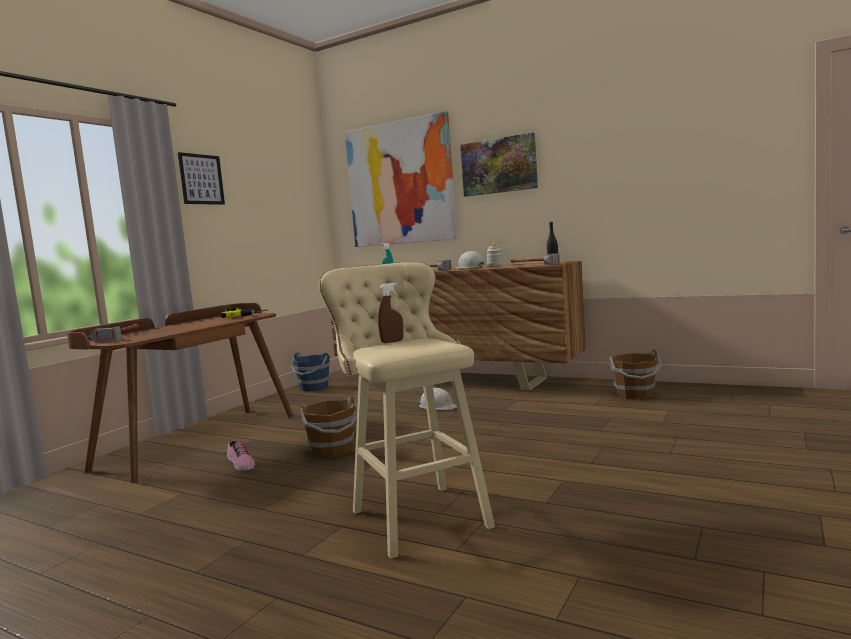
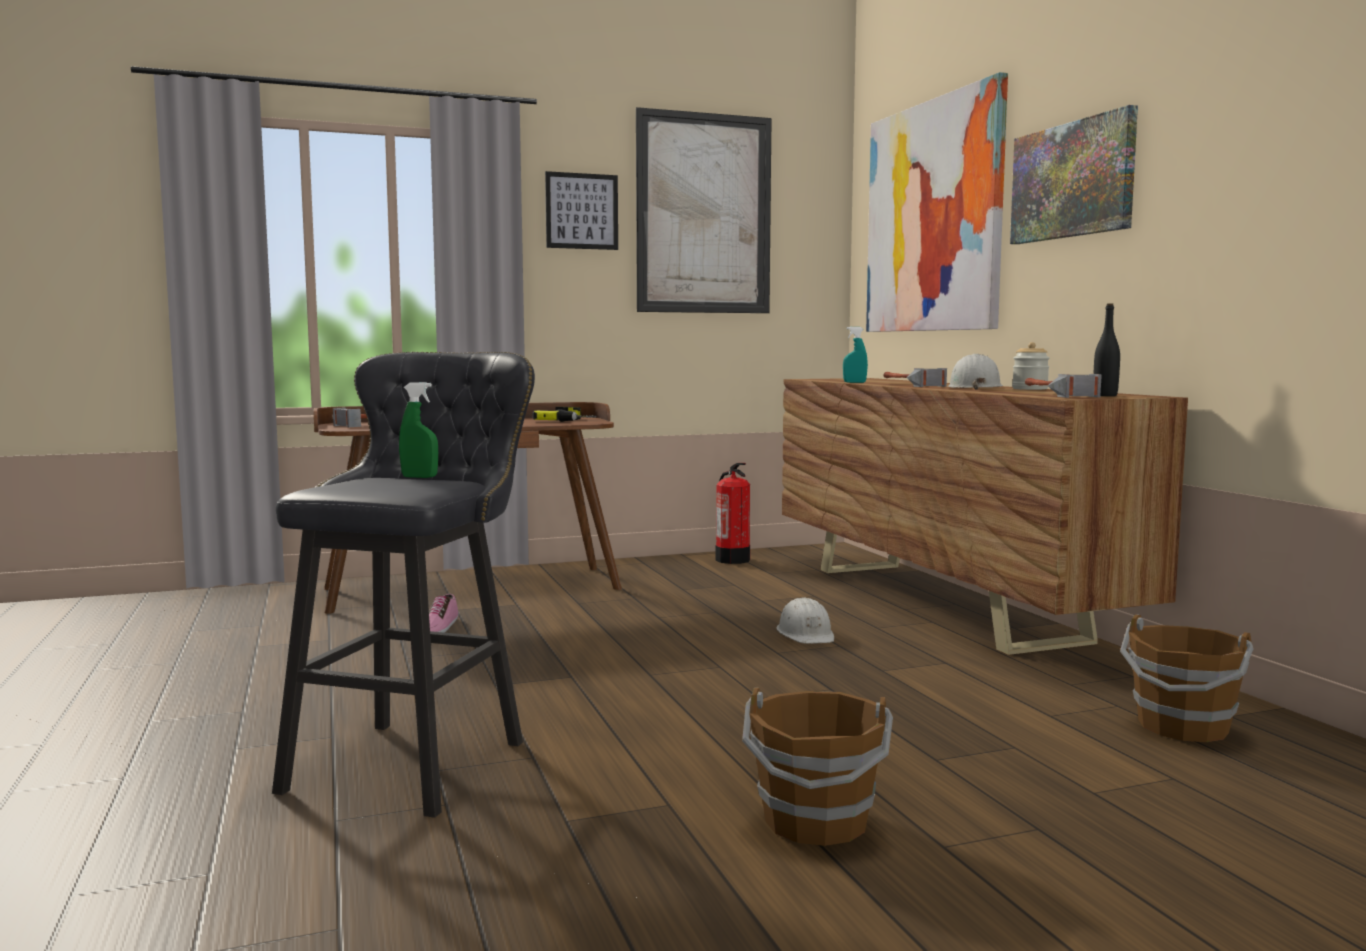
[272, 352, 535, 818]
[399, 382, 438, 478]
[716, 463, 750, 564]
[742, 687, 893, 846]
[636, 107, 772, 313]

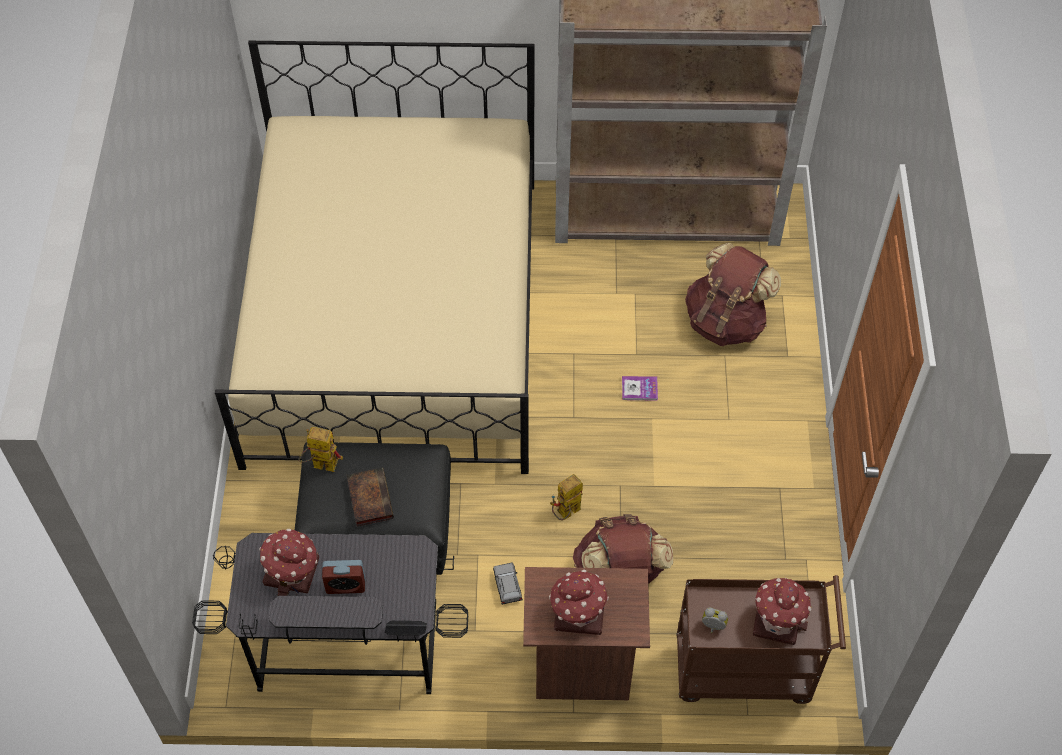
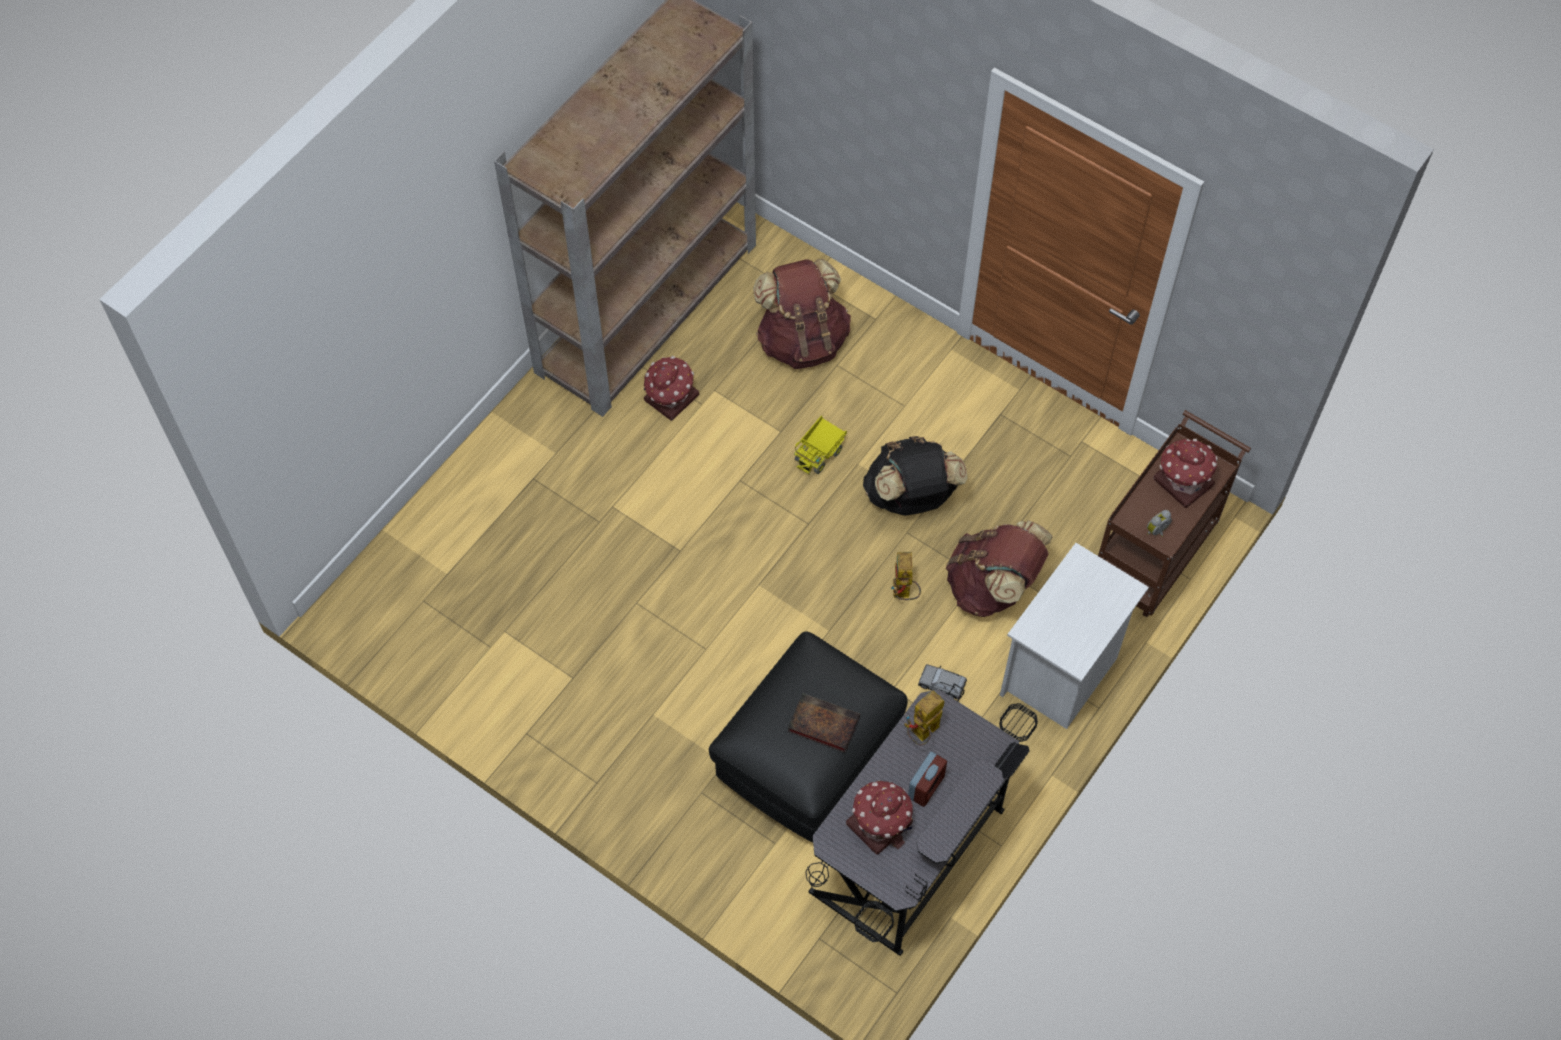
[215, 40, 535, 474] (first image)
[794, 415, 847, 474]
[904, 691, 945, 745]
[1000, 543, 1149, 729]
[644, 356, 699, 421]
[863, 436, 967, 516]

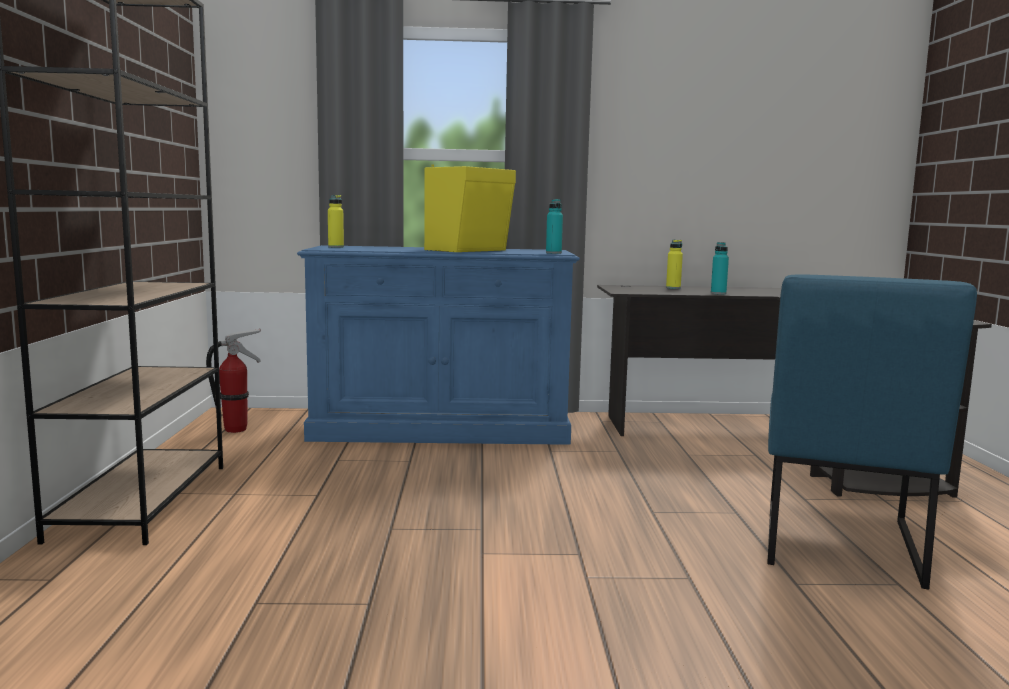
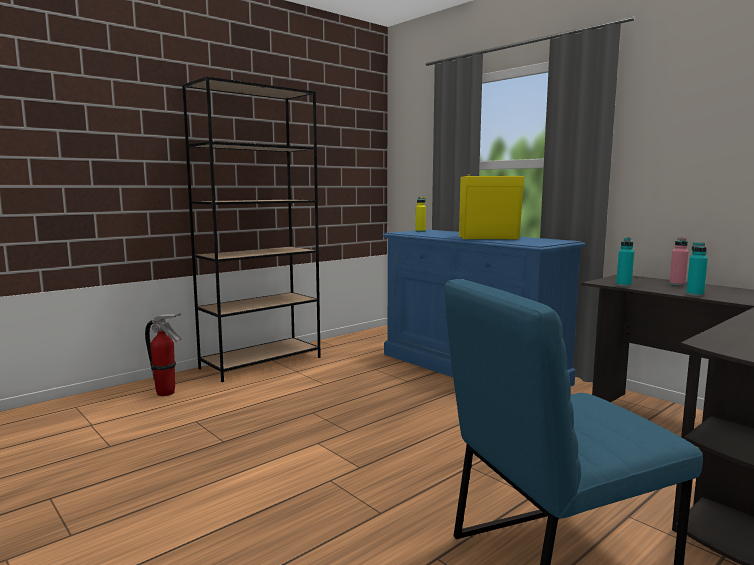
[616, 237, 634, 287]
[669, 237, 689, 286]
[145, 314, 181, 396]

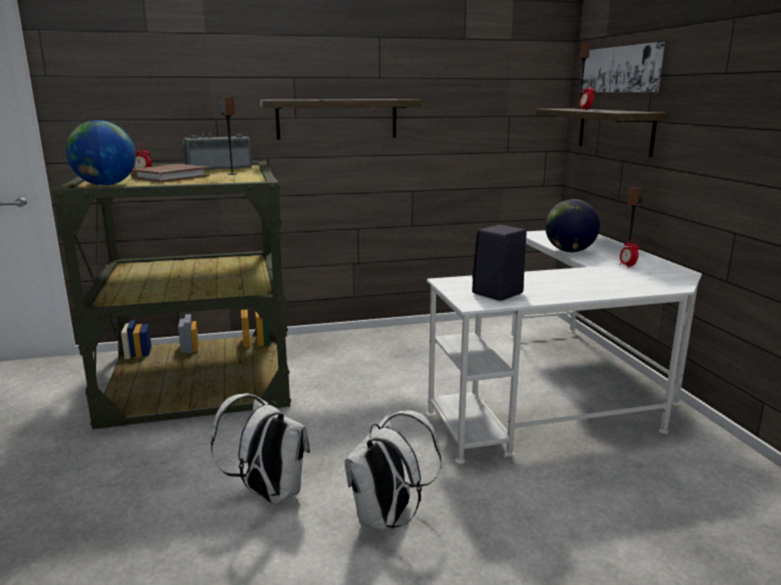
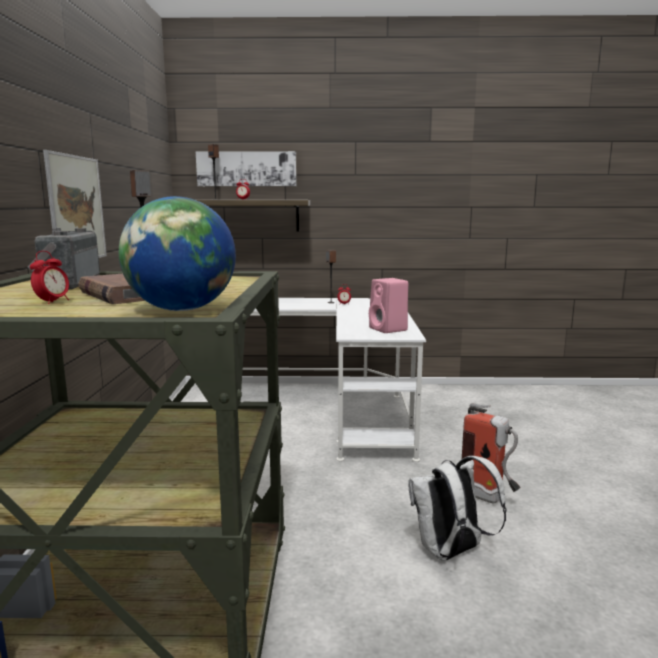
[43, 150, 107, 258]
[545, 199, 600, 252] (first image)
[369, 278, 408, 333]
[462, 403, 521, 504]

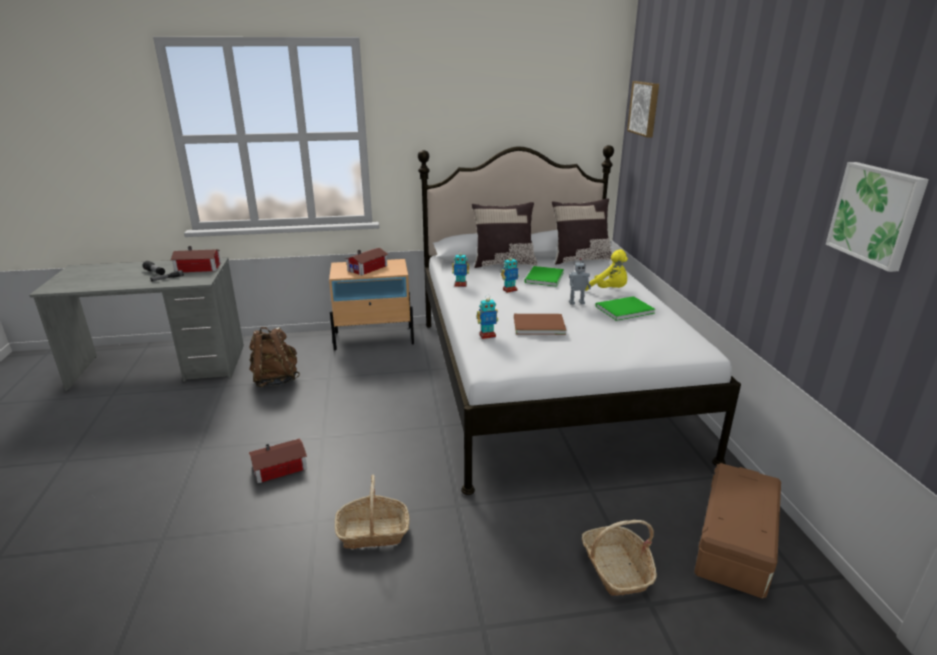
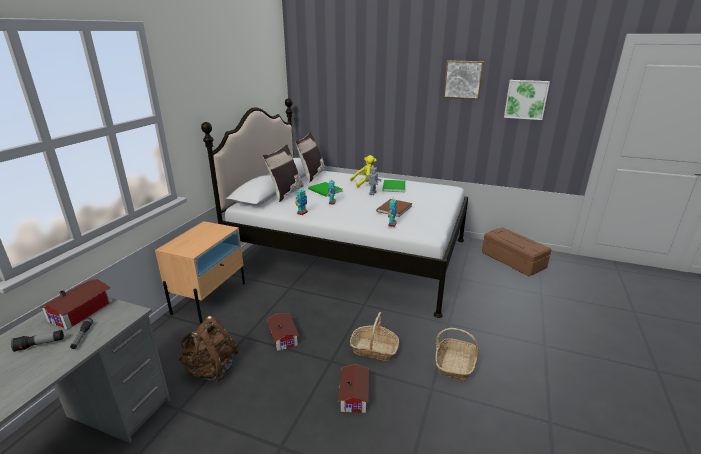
[443, 60, 484, 100]
[267, 313, 299, 351]
[350, 312, 399, 361]

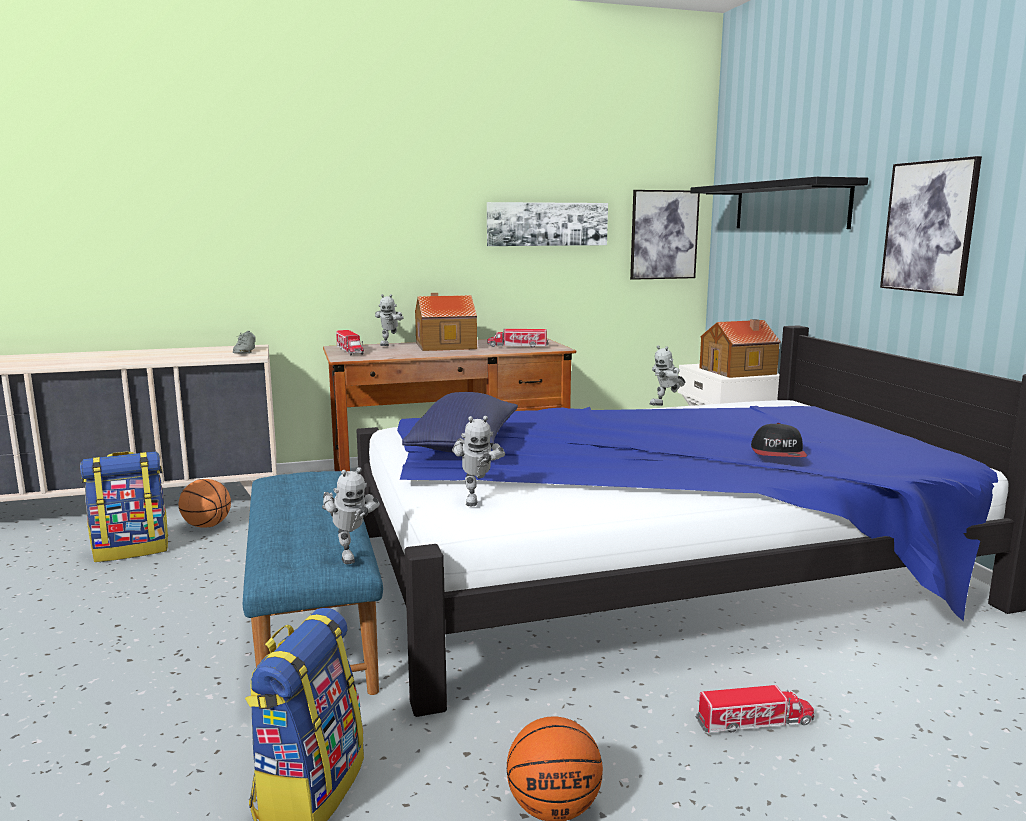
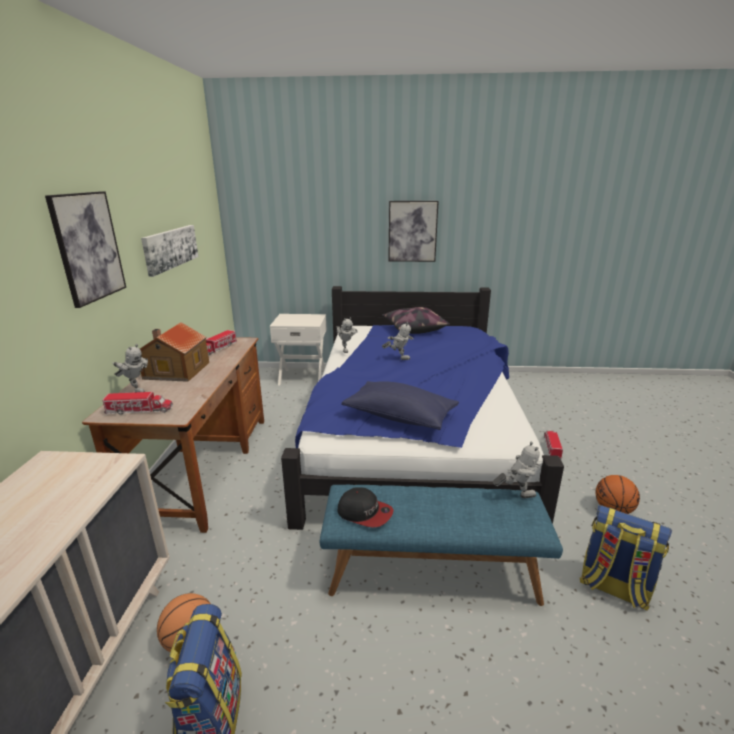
[690, 177, 868, 229] (first image)
[45, 191, 126, 308]
[699, 319, 781, 378] (first image)
[233, 331, 256, 353] (first image)
[382, 322, 414, 360]
[338, 487, 394, 527]
[382, 307, 450, 334]

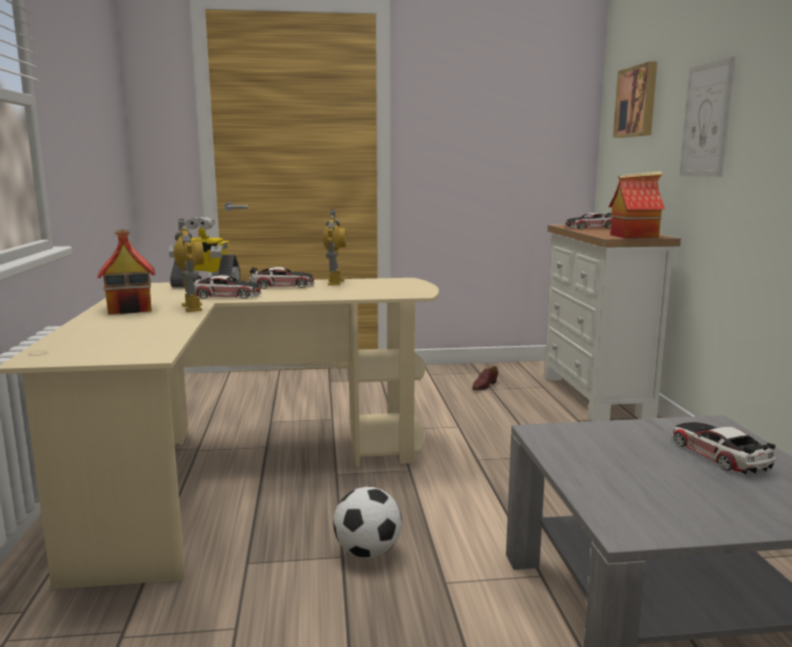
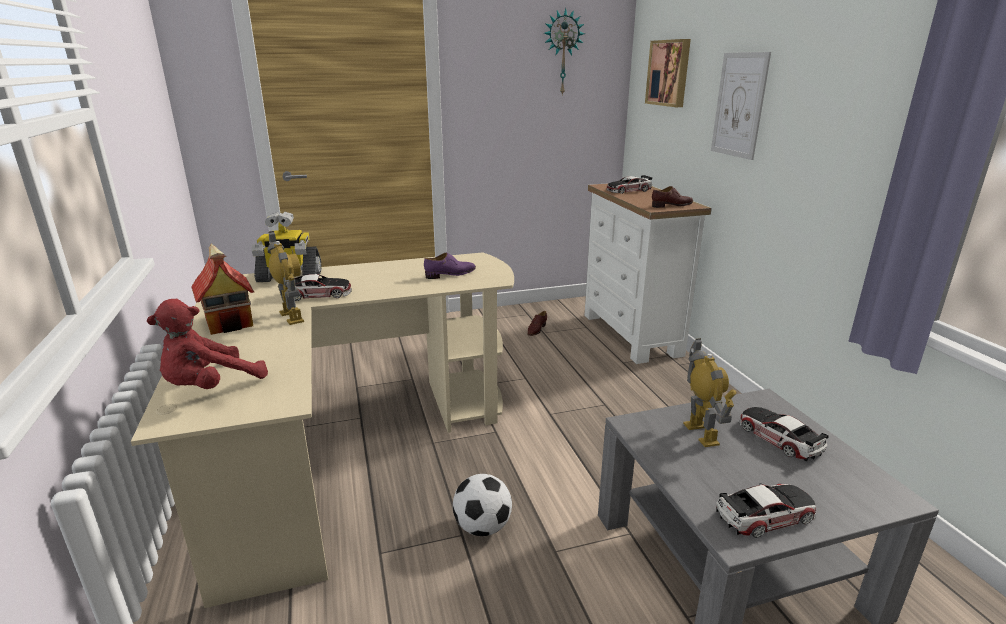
[652, 186, 693, 208]
[683, 338, 737, 447]
[716, 483, 816, 538]
[544, 8, 585, 95]
[424, 253, 476, 279]
[147, 299, 268, 389]

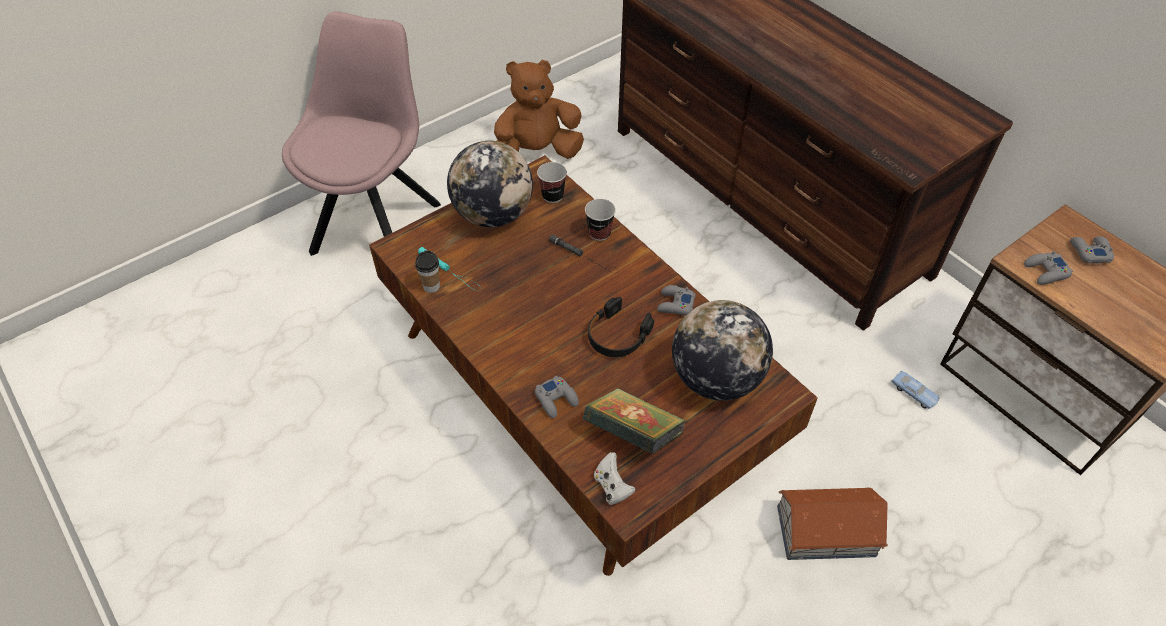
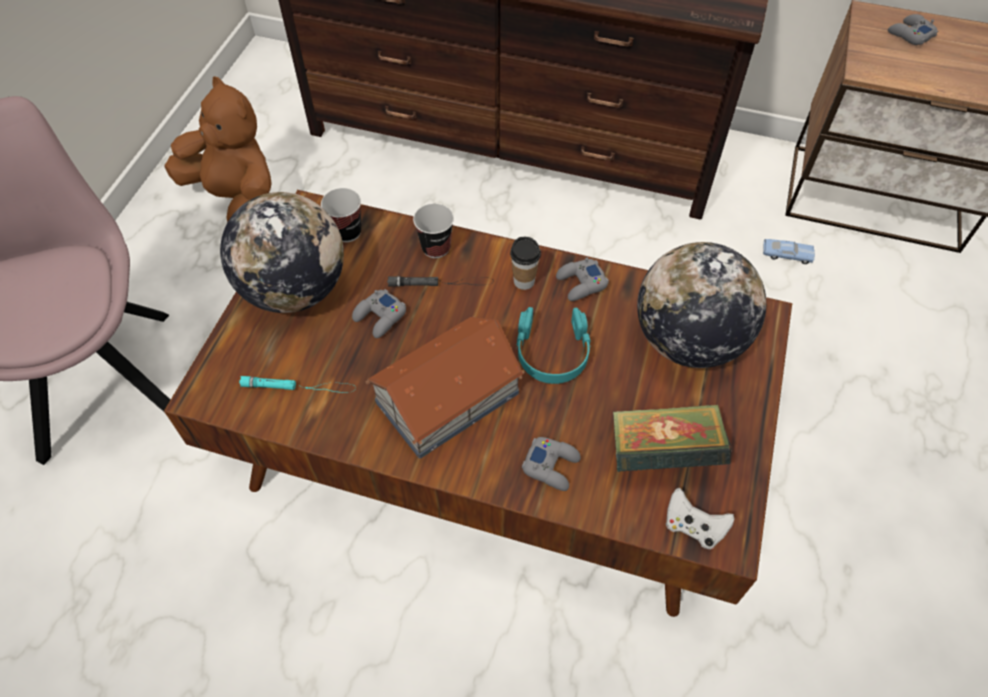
[164, 76, 271, 223]
[510, 237, 541, 290]
[352, 289, 406, 338]
[516, 307, 591, 384]
[365, 316, 525, 459]

